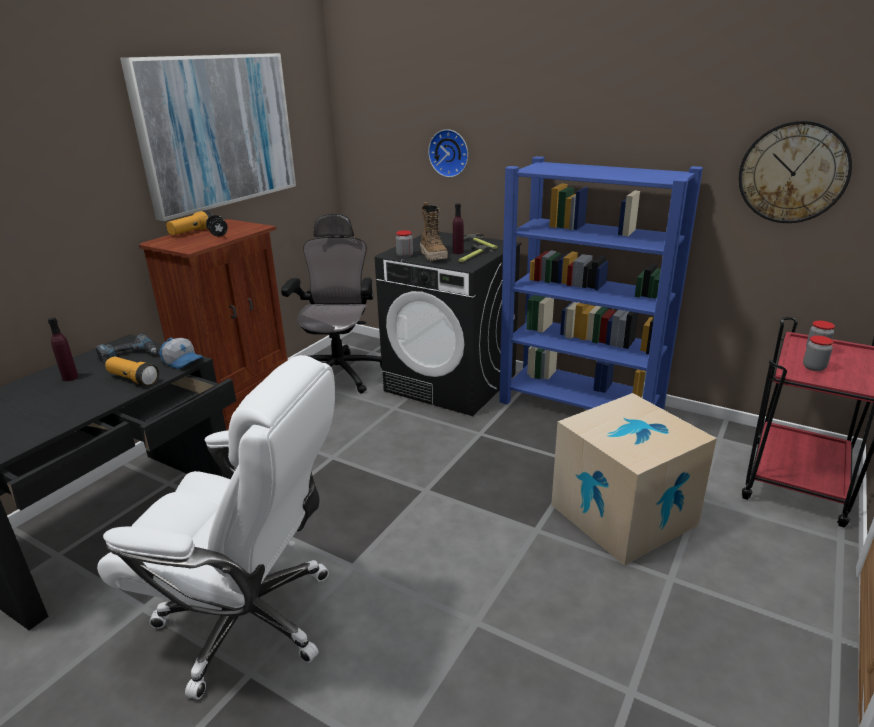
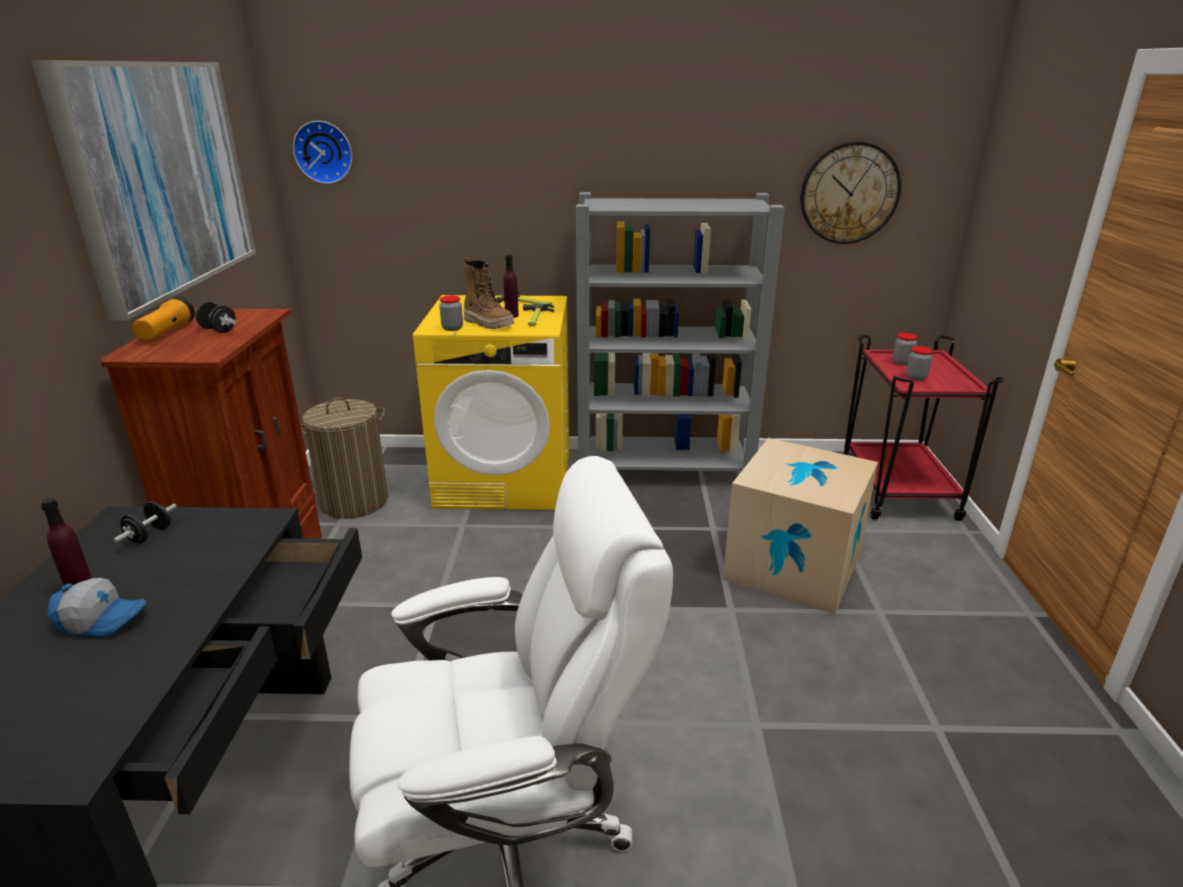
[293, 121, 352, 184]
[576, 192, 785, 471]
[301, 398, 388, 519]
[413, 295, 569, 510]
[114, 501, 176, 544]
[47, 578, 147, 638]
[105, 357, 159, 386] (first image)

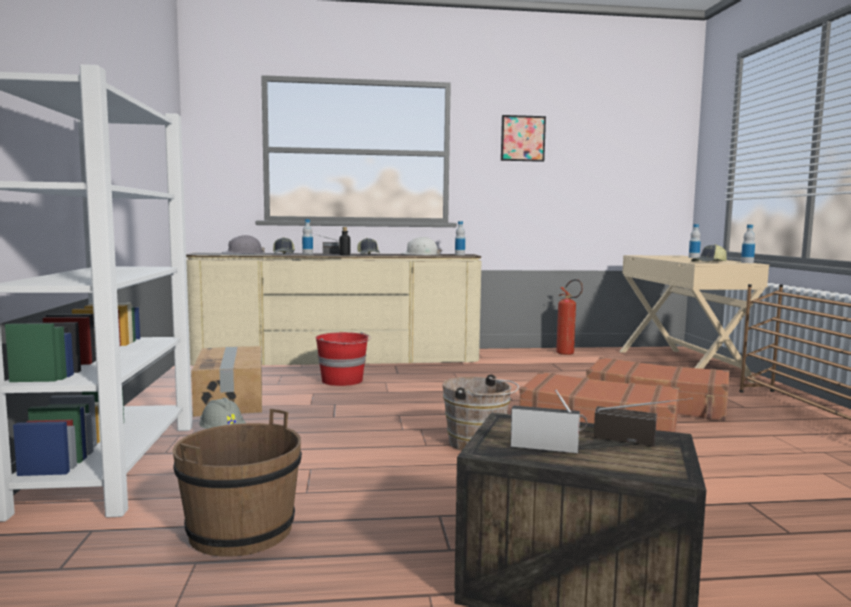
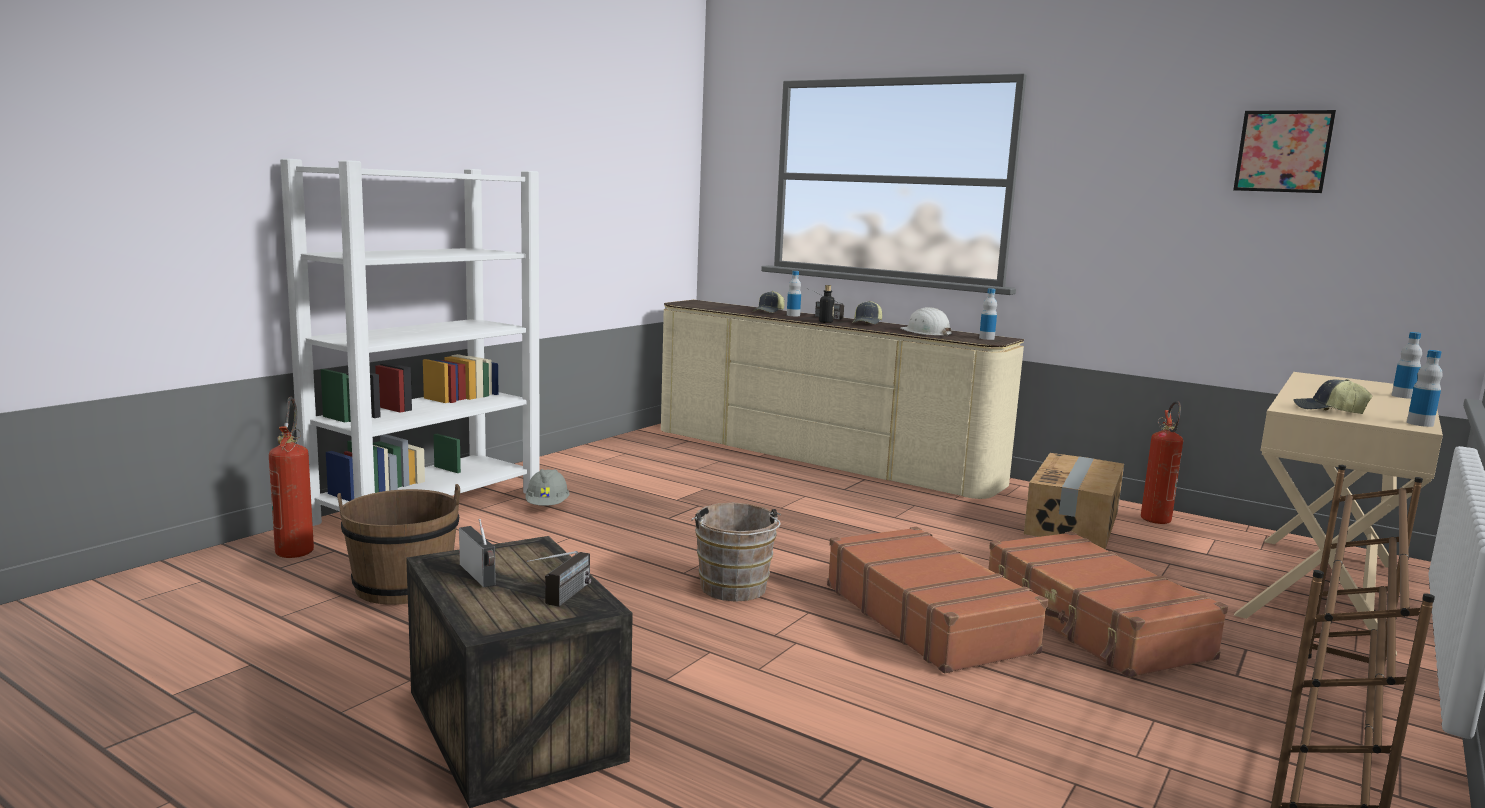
[1233, 110, 1336, 193]
[222, 235, 265, 254] (first image)
[316, 332, 371, 386] (first image)
[1024, 453, 1124, 549]
[527, 551, 592, 607]
[269, 397, 314, 558]

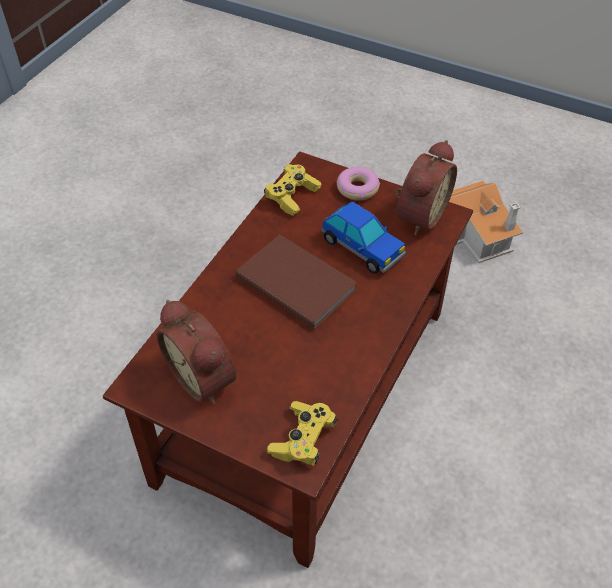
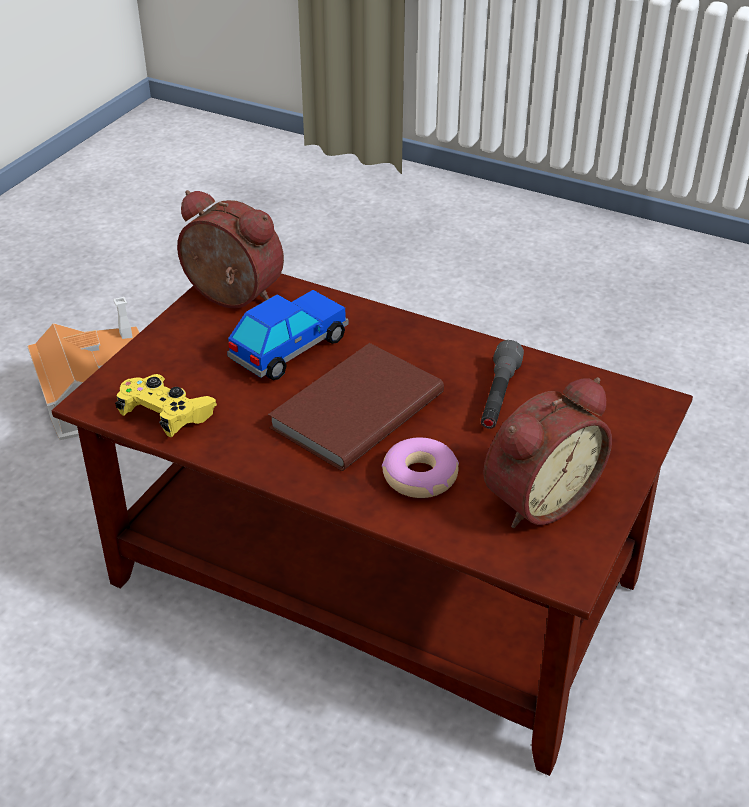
[382, 438, 459, 498]
[267, 401, 338, 466] (first image)
[481, 340, 524, 429]

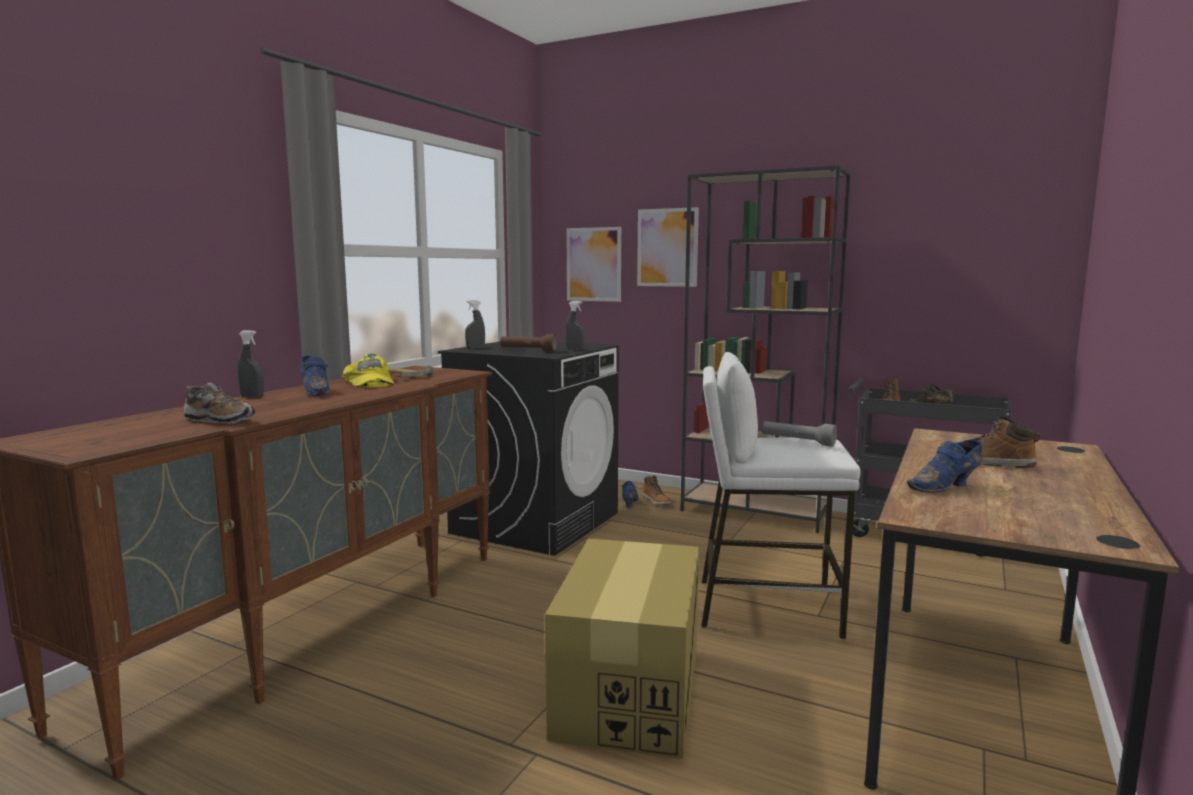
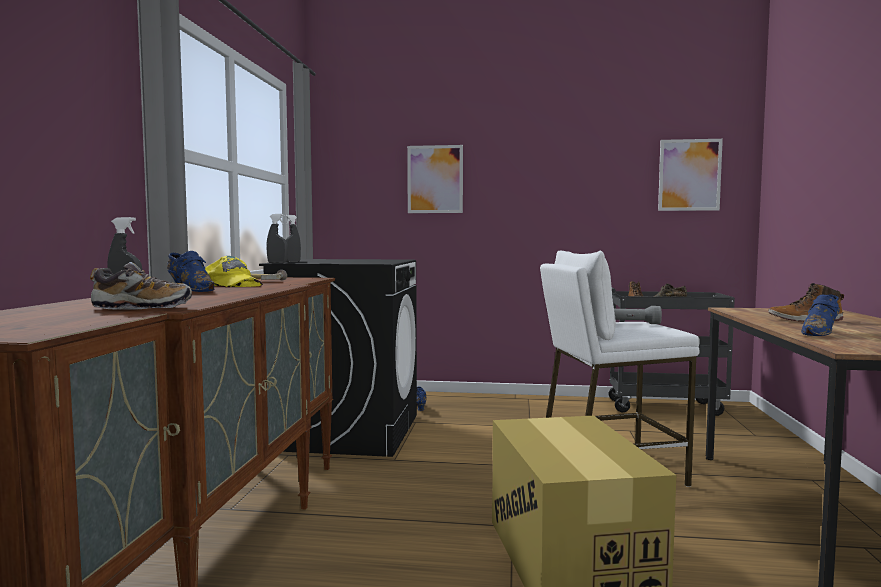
[681, 165, 851, 533] (first image)
[658, 139, 723, 211]
[266, 214, 288, 263]
[500, 334, 557, 352] (first image)
[643, 475, 672, 505] (first image)

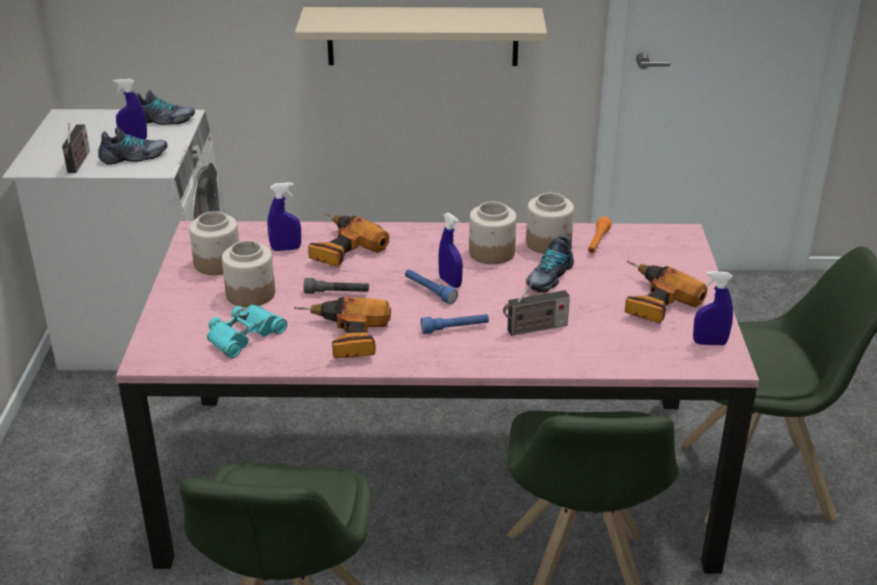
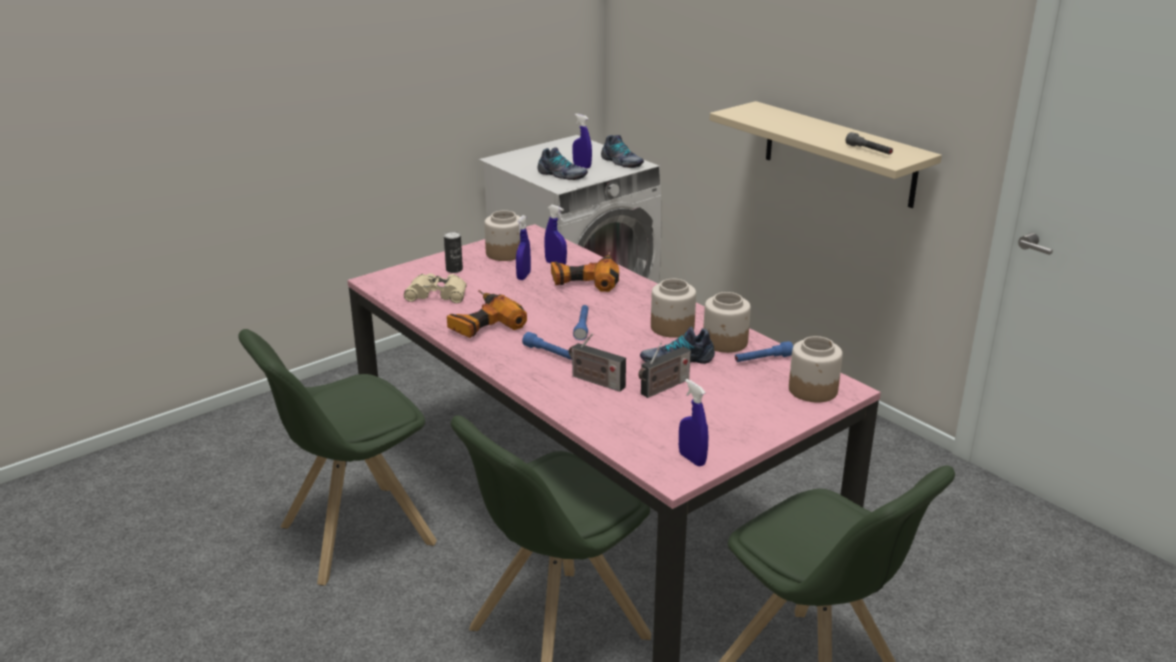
[638, 343, 691, 398]
[516, 215, 531, 280]
[735, 341, 793, 362]
[789, 336, 843, 403]
[625, 261, 708, 323] (first image)
[846, 132, 893, 155]
[404, 273, 467, 303]
[444, 231, 463, 273]

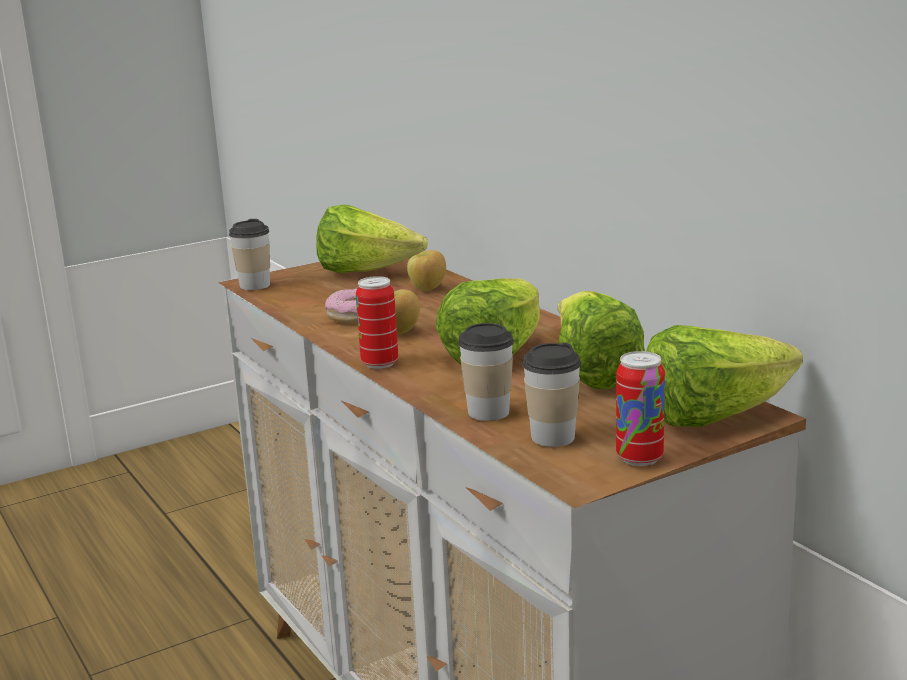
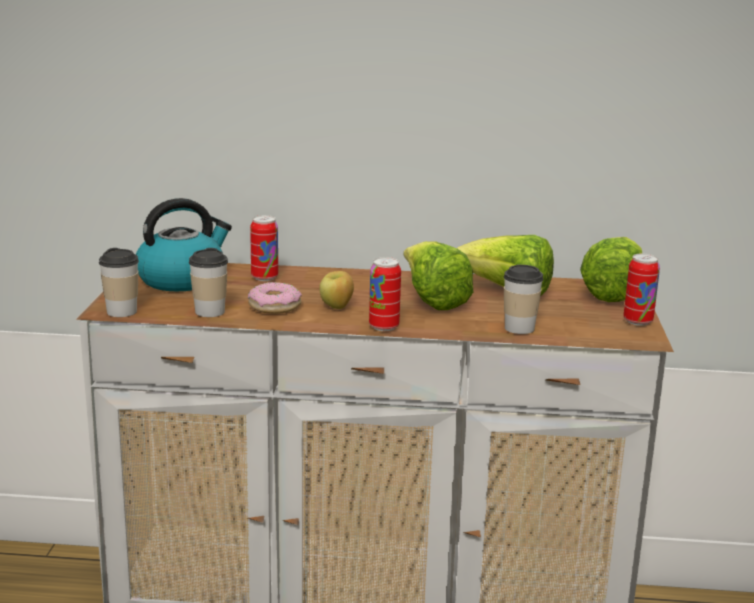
[136, 198, 232, 291]
[250, 215, 278, 281]
[189, 248, 228, 317]

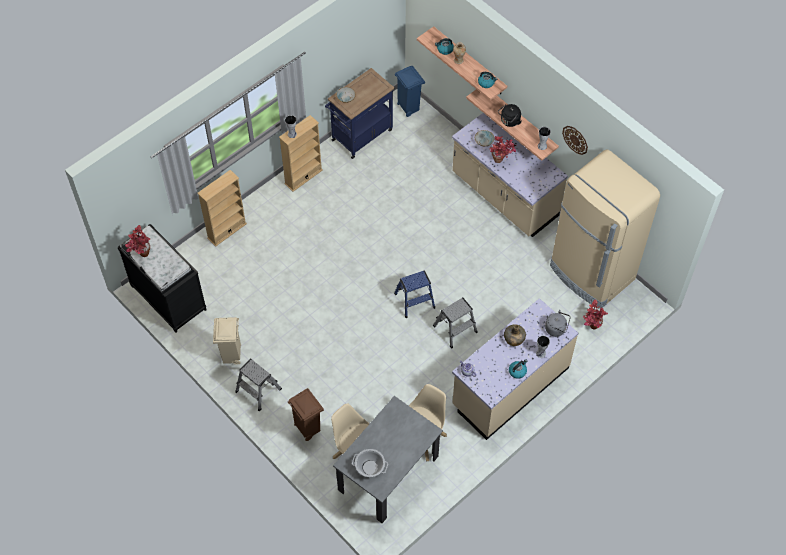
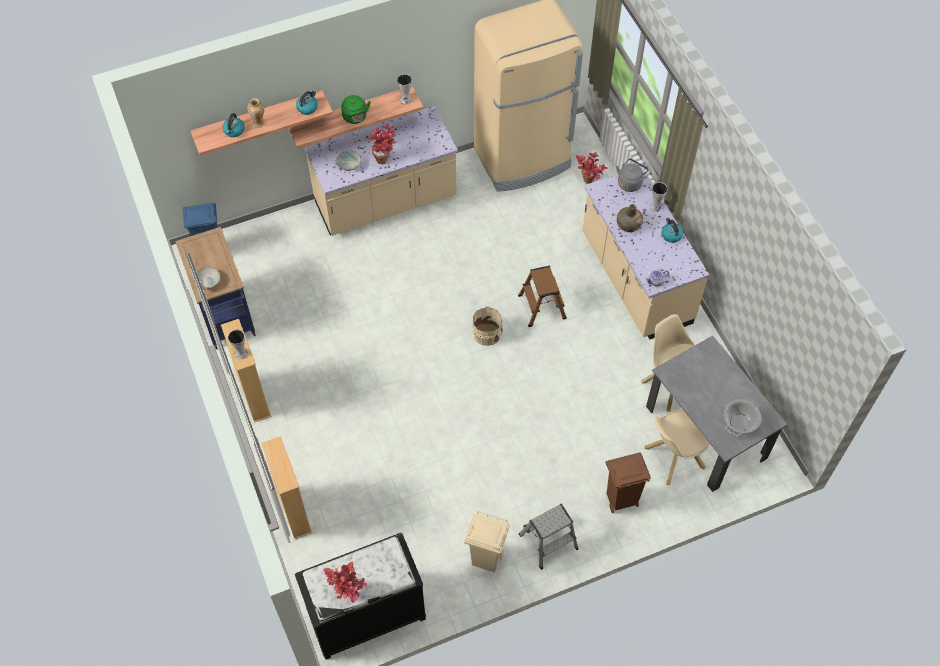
[341, 95, 371, 124]
[562, 126, 588, 155] (first image)
[472, 306, 503, 346]
[518, 265, 567, 327]

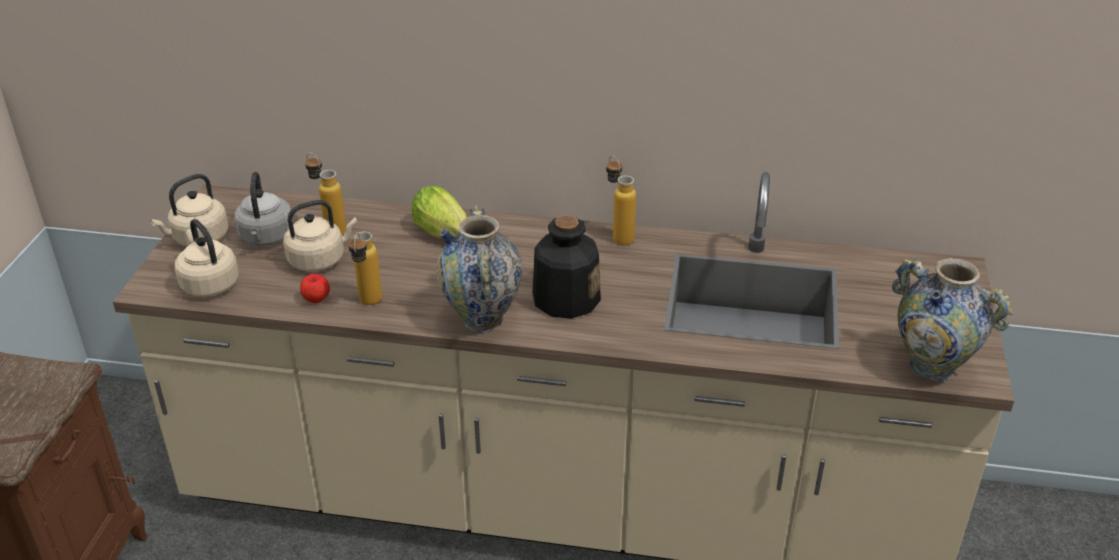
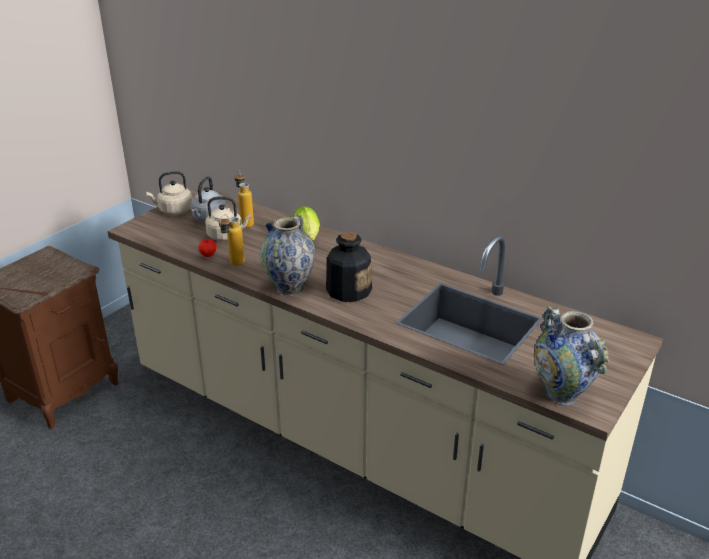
[606, 155, 636, 245] (first image)
[174, 219, 239, 297] (first image)

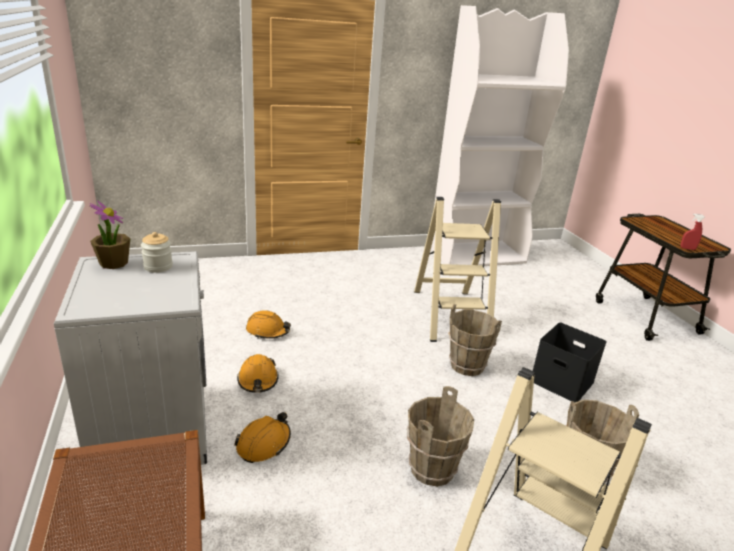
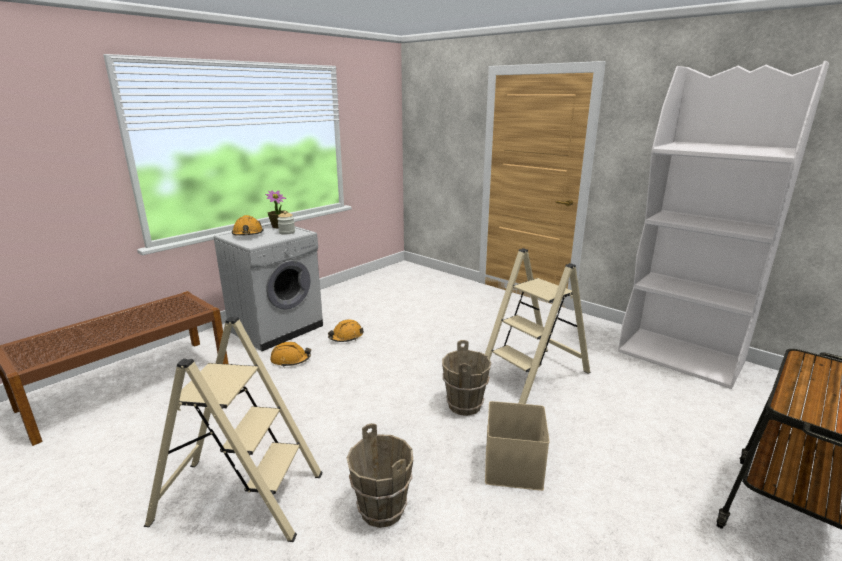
[681, 214, 705, 250] (first image)
[232, 215, 264, 236]
[485, 401, 550, 491]
[407, 386, 474, 487] (first image)

